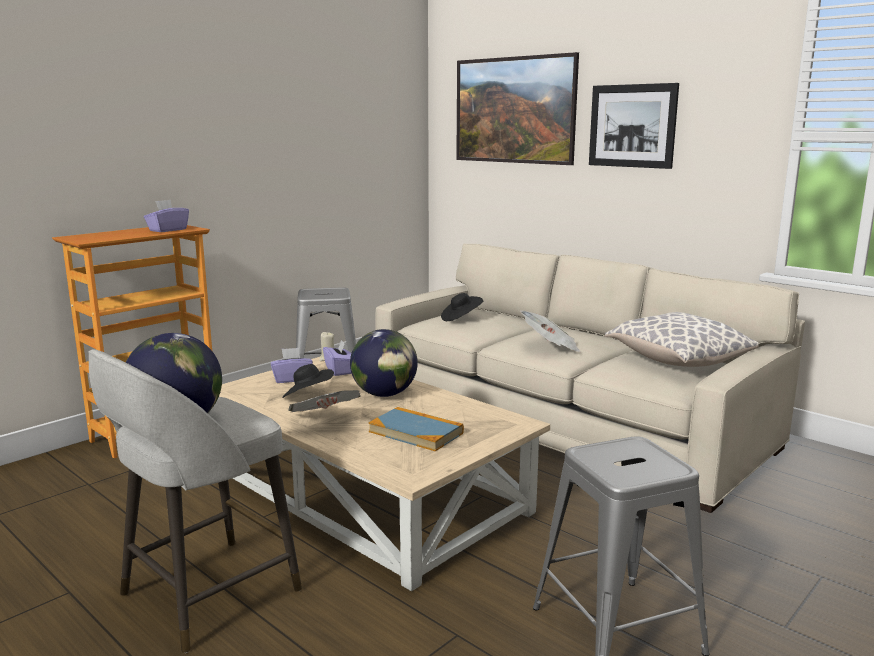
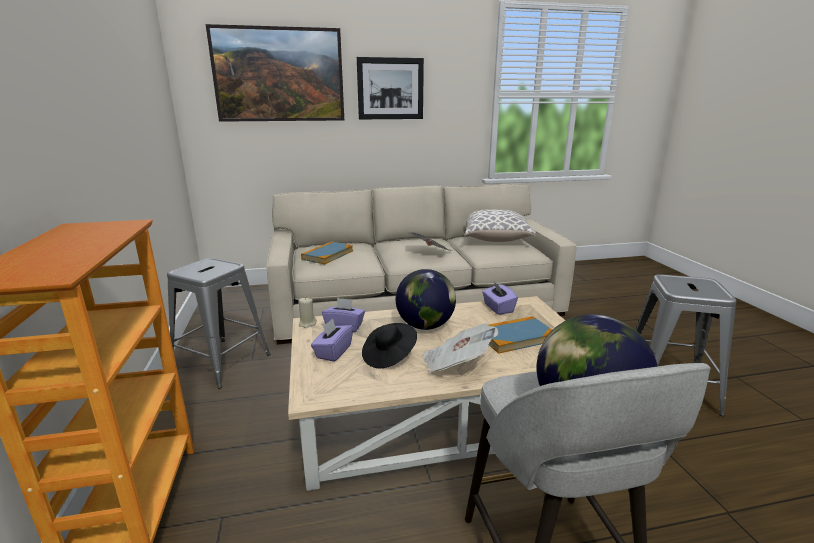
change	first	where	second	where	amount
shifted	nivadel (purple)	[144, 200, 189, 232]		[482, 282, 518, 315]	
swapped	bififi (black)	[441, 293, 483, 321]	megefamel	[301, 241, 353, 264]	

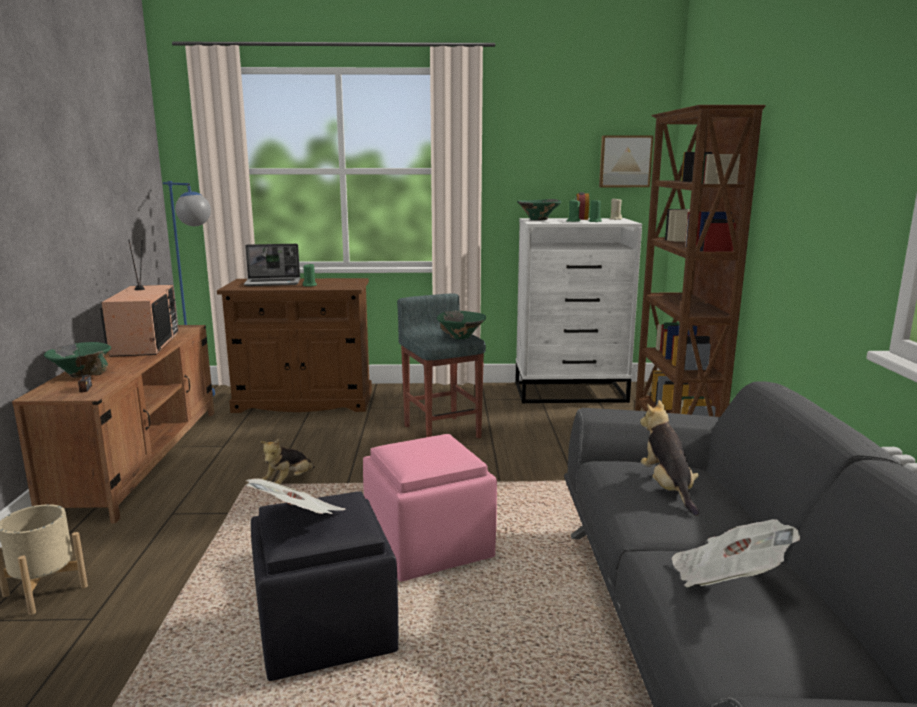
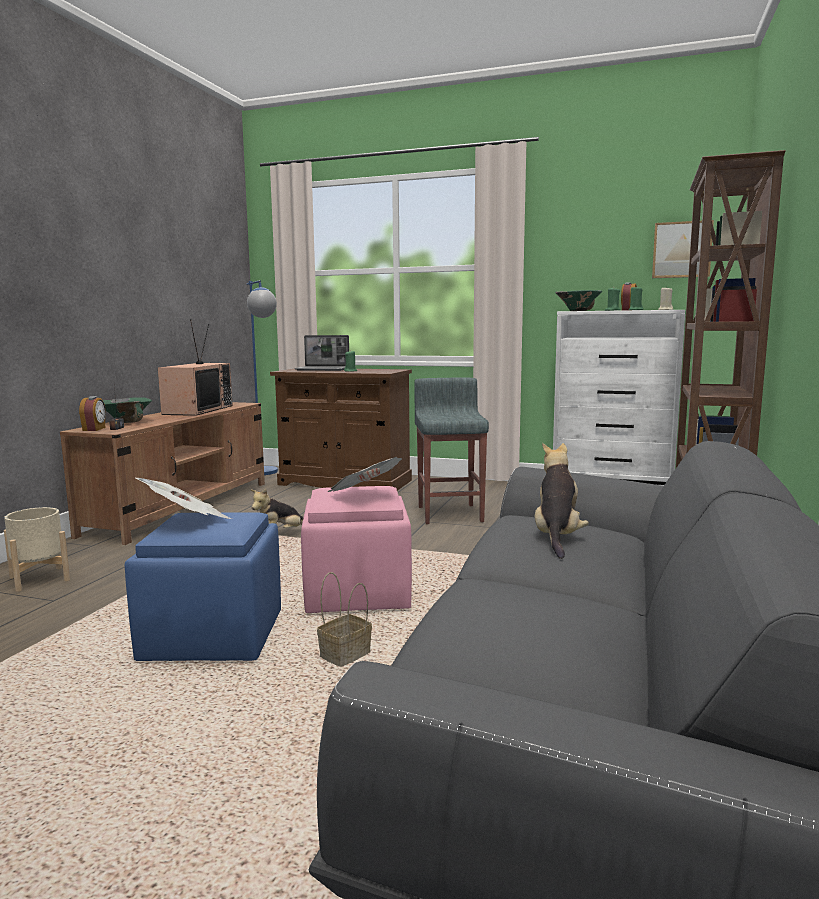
change	first	where	second	where	amount
gone	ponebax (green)	[437, 310, 486, 339]			
repainted	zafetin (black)	[251, 491, 398, 681]	zafetin (blue)	[125, 512, 281, 661]	
shifted	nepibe	[671, 519, 800, 587]		[327, 457, 402, 492]	
new			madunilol	[79, 396, 106, 431]	
new			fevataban	[317, 572, 372, 667]	

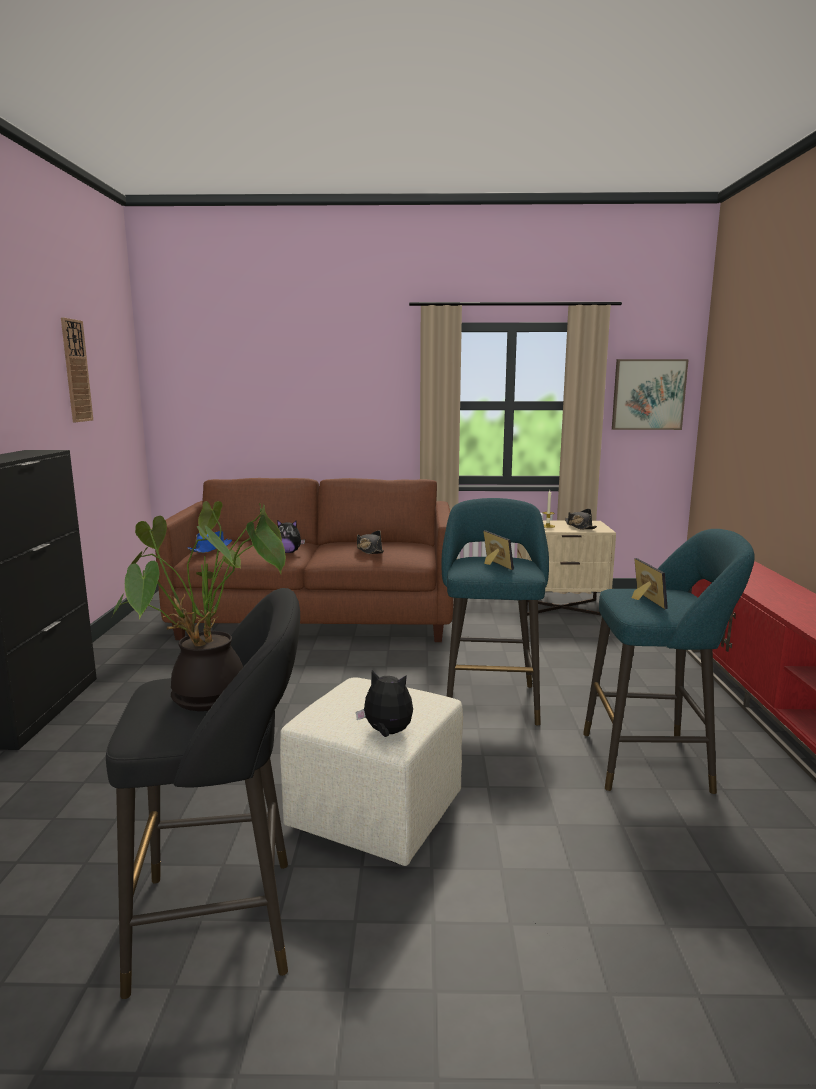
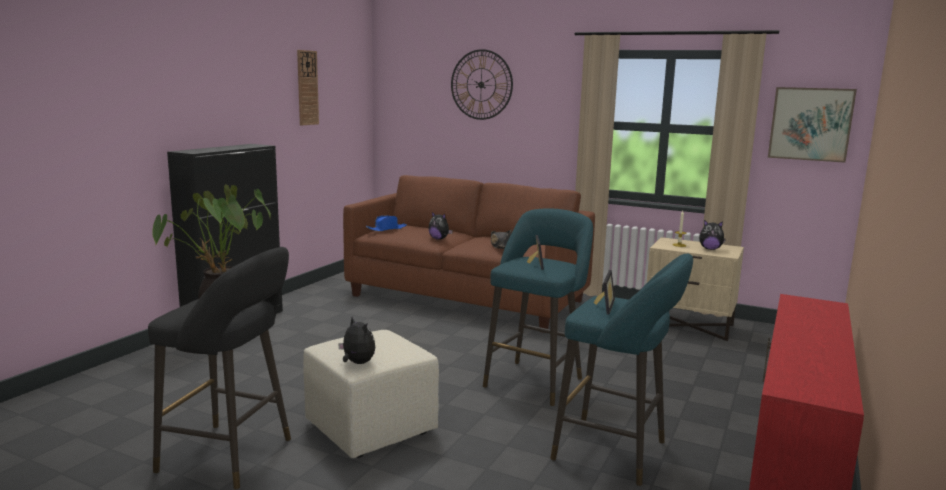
change	first	where	second	where	amount
swapped	bififi (black)	[565, 509, 597, 530]	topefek	[699, 220, 726, 250]	
new			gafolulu	[451, 49, 513, 120]	

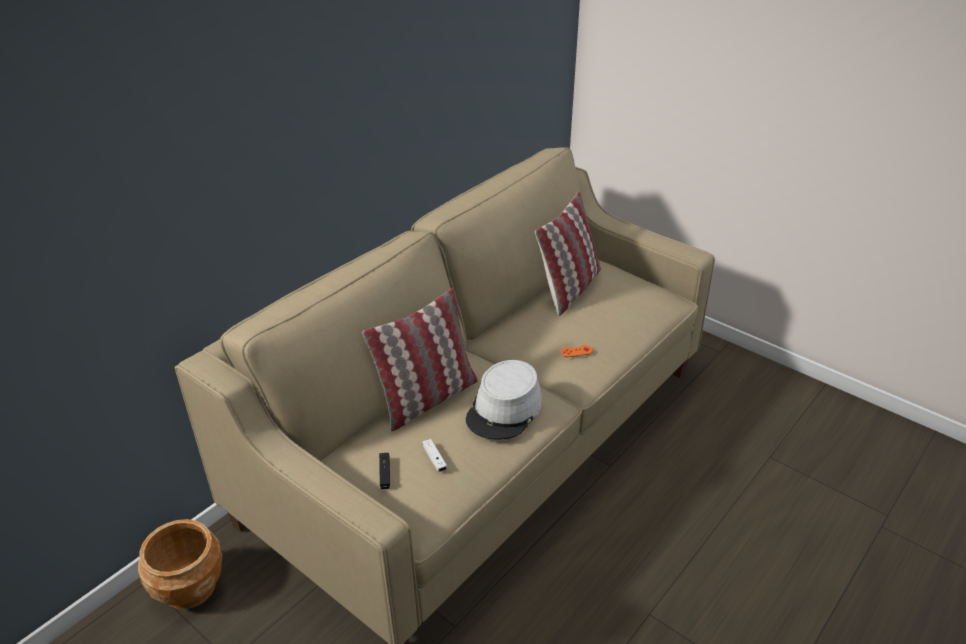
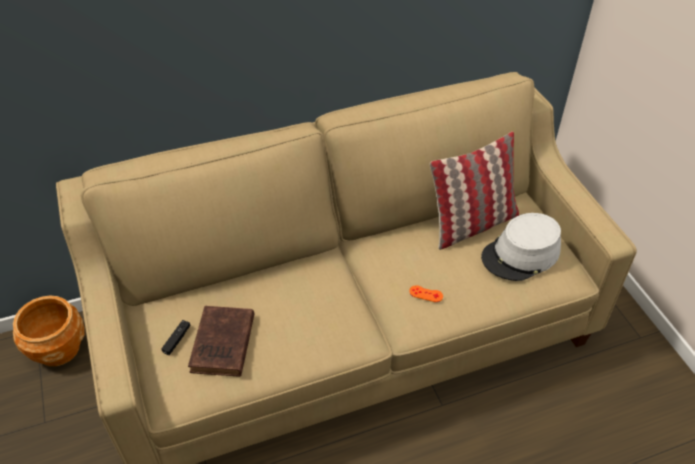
change	first	where	second	where	amount
gone	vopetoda	[362, 288, 478, 431]			
shifted	bififi (grey)	[466, 360, 542, 440]		[481, 213, 561, 281]	
swapped	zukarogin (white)	[422, 439, 447, 472]	megefamel (brown)	[188, 306, 254, 377]	

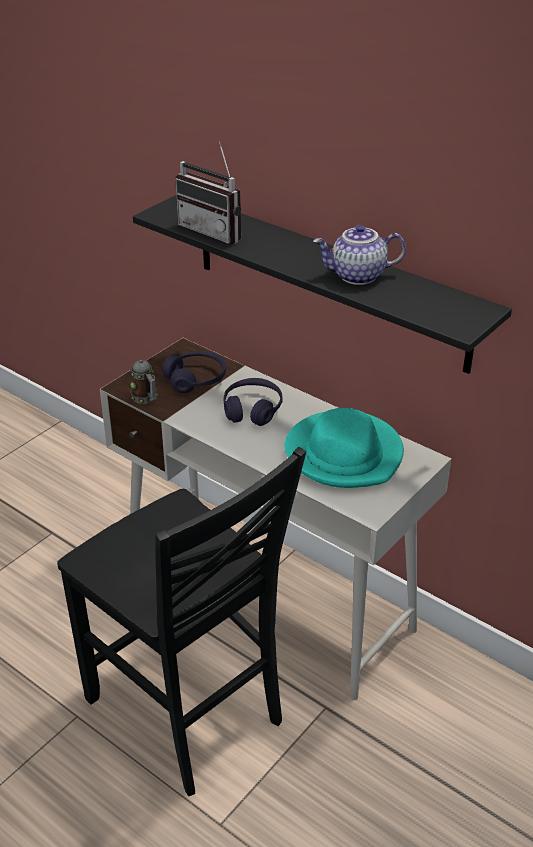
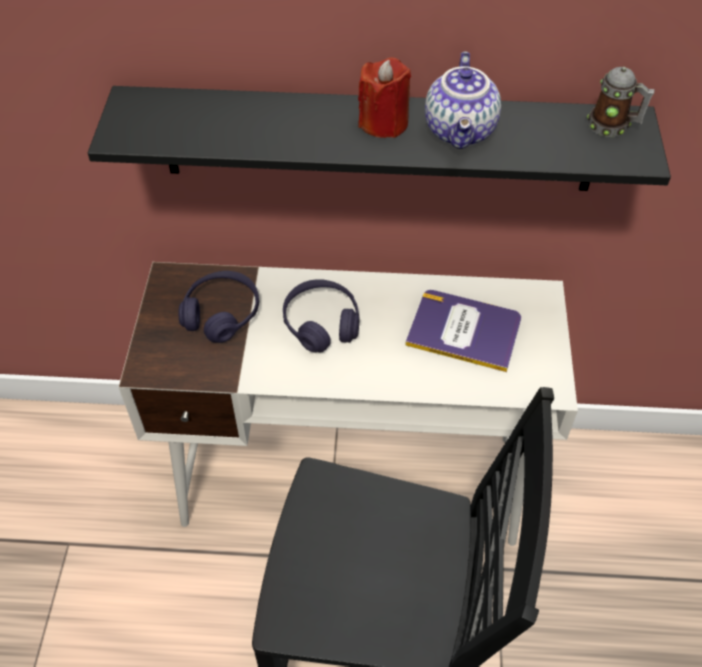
change	first	where	second	where	amount
gone	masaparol	[175, 141, 241, 244]			
rotated	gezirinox	[313, 225, 406, 285]		[425, 51, 501, 149]	45 degrees counterclockwise
shifted	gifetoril	[130, 360, 158, 404]		[587, 67, 655, 137]	
swapped	bififi (turquoise)	[285, 408, 404, 488]	megefamel	[405, 290, 521, 372]	
new			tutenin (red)	[358, 57, 411, 138]	

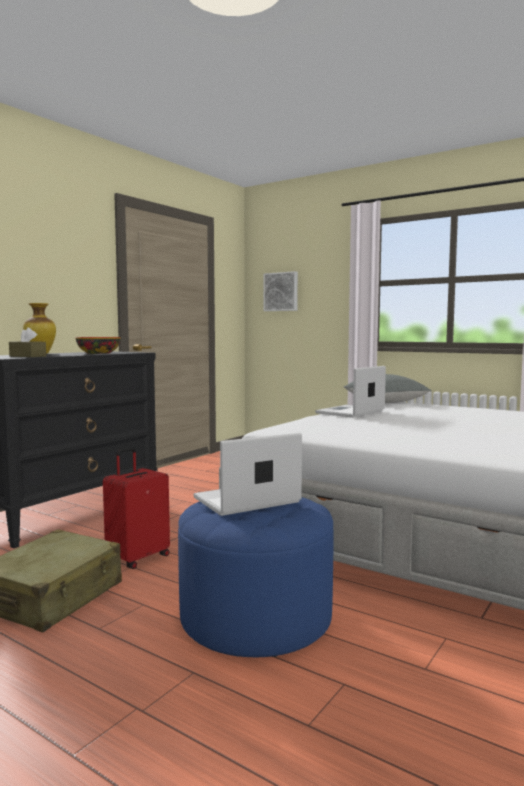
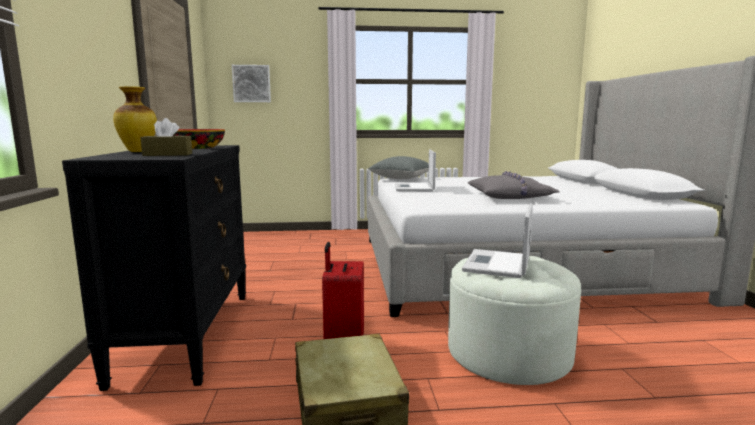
change	first	where	second	where	amount
repainted	zafetin (blue)	[178, 497, 334, 657]	zafetin (white)	[448, 256, 581, 385]	
new			vopetoda (grey)	[467, 171, 560, 199]	

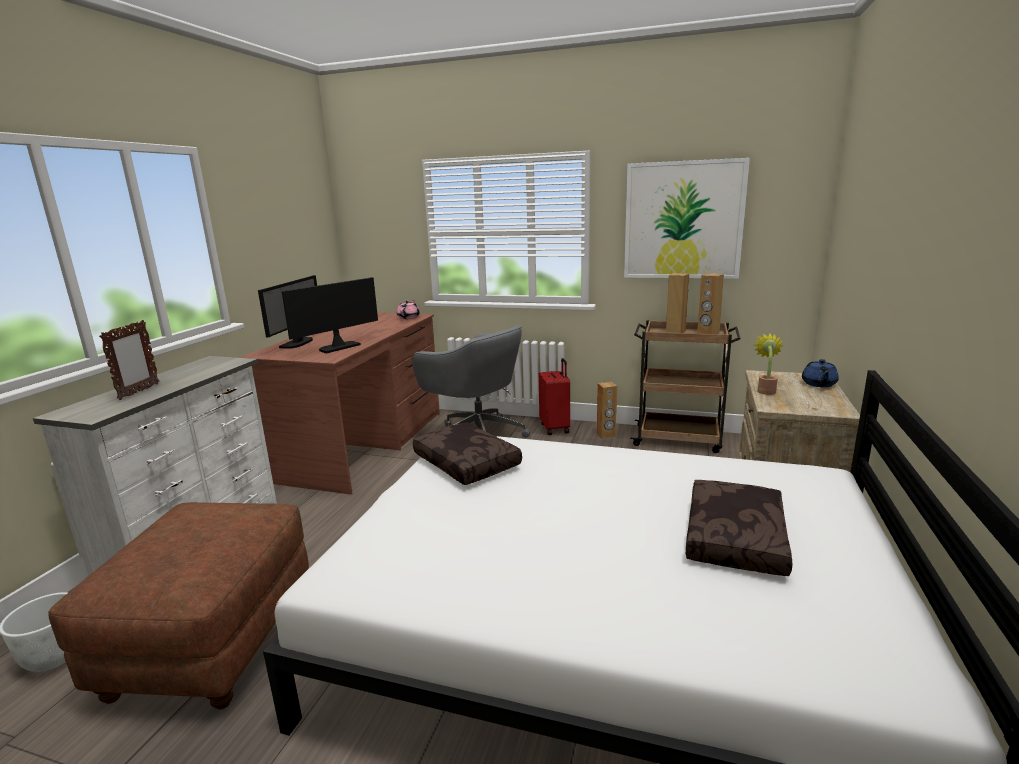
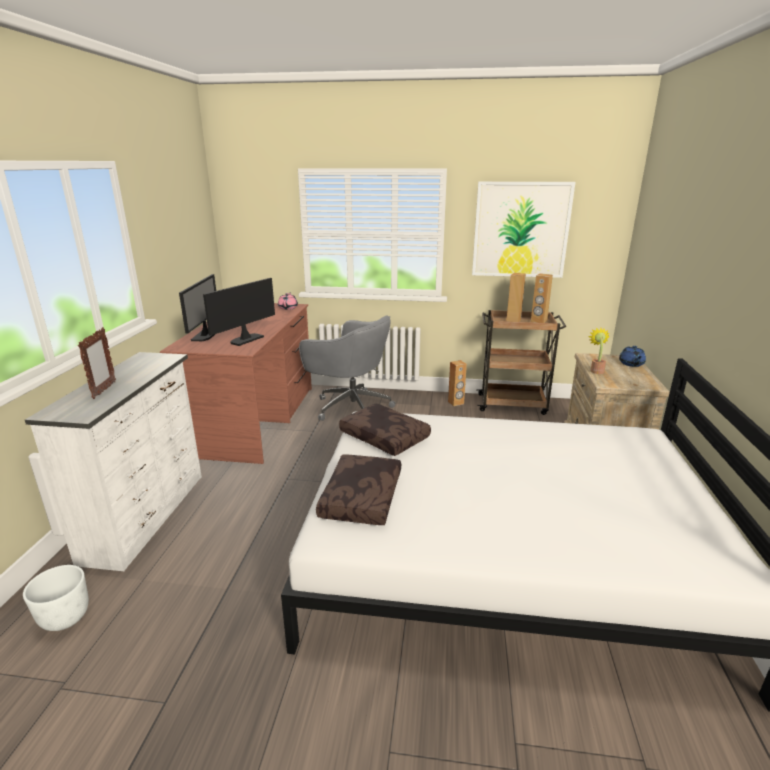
change	first	where	second	where	amount
gone	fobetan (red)	[539, 358, 570, 435]			
shifted	vopetoda (brown)	[686, 480, 793, 576]		[316, 455, 401, 525]	
gone	zafetin (brown)	[48, 502, 309, 709]			

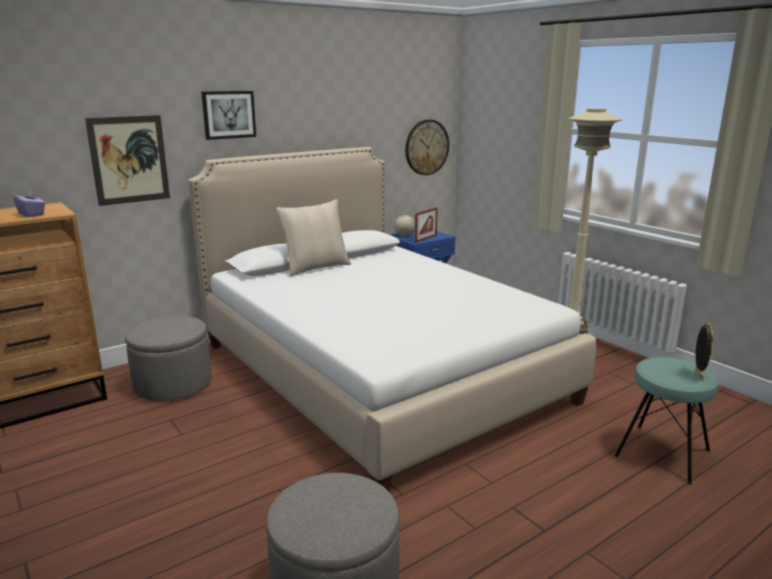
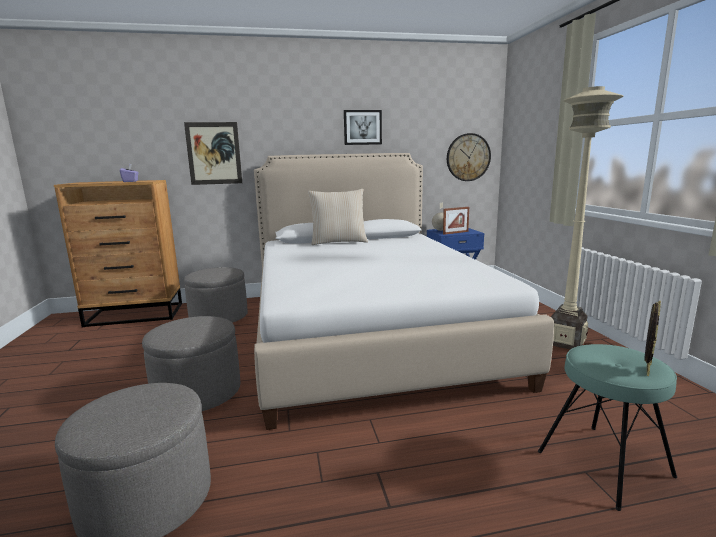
change	first	where	second	where	amount
shifted	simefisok	[201, 91, 256, 140]		[344, 110, 382, 145]	
new			zafetin (grey)	[142, 316, 240, 411]	

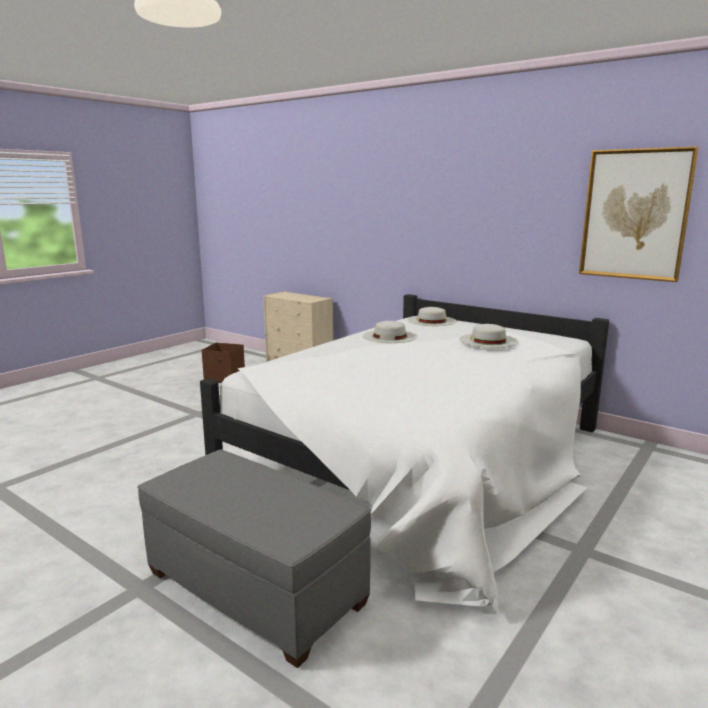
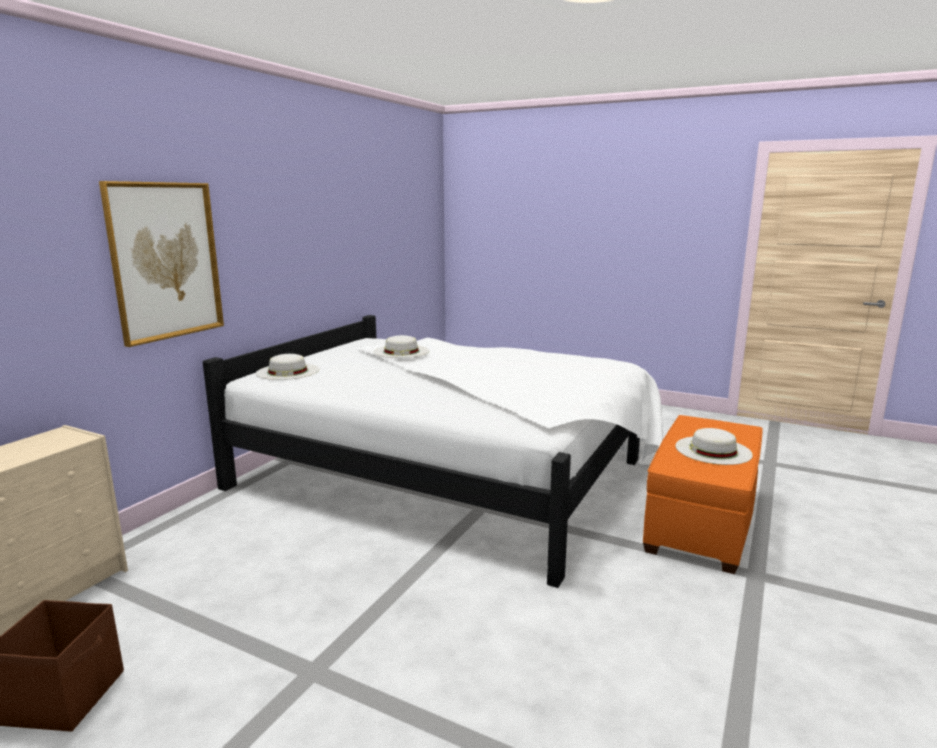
change	first	where	second	where	amount
shifted	simefisok	[579, 146, 699, 282]		[99, 181, 224, 347]	
shifted	bififi (white)	[363, 321, 417, 343]		[676, 428, 753, 465]	
repainted	zafetin (grey)	[137, 449, 371, 668]	zafetin (orange)	[643, 415, 763, 574]	

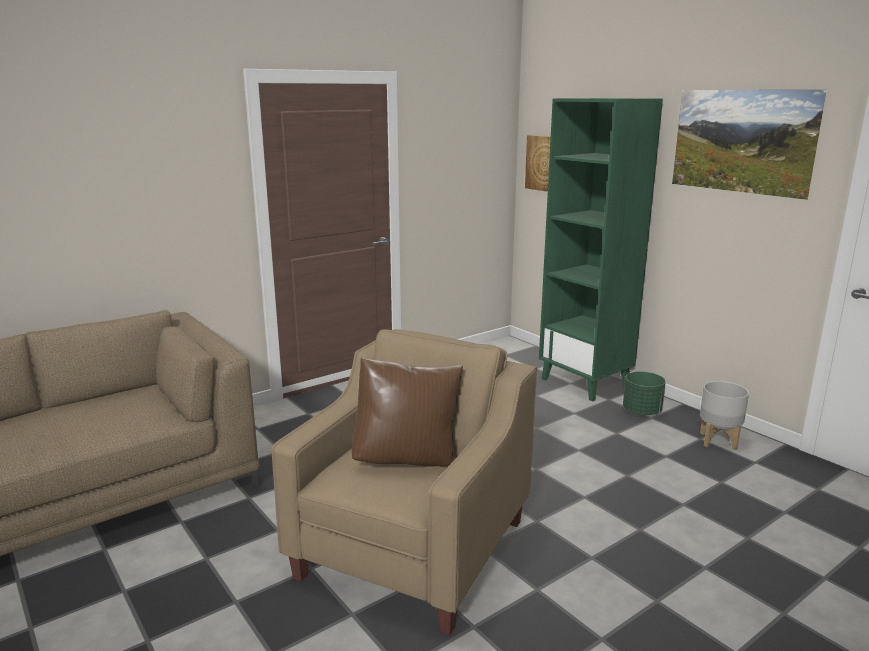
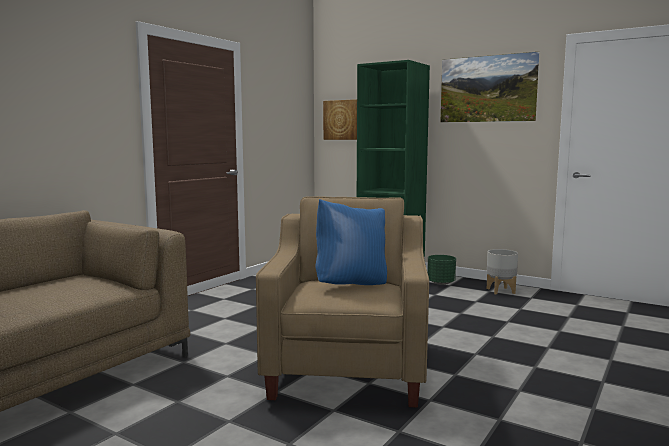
change	first	where	second	where	amount
repainted	vopetoda (brown)	[352, 357, 463, 466]	vopetoda (blue)	[315, 199, 387, 285]	

